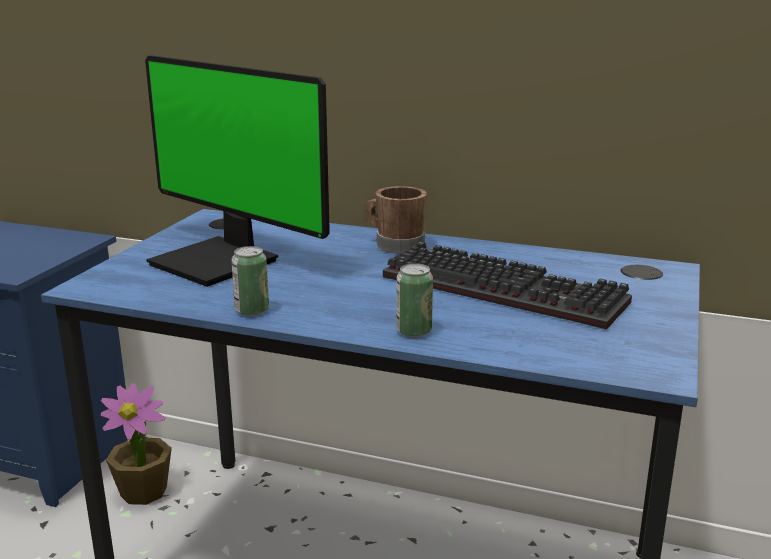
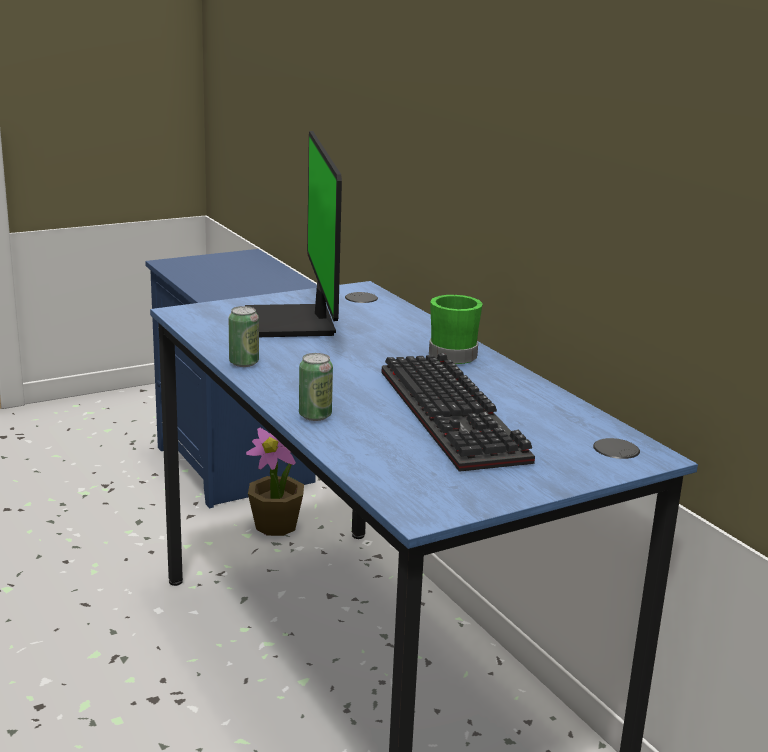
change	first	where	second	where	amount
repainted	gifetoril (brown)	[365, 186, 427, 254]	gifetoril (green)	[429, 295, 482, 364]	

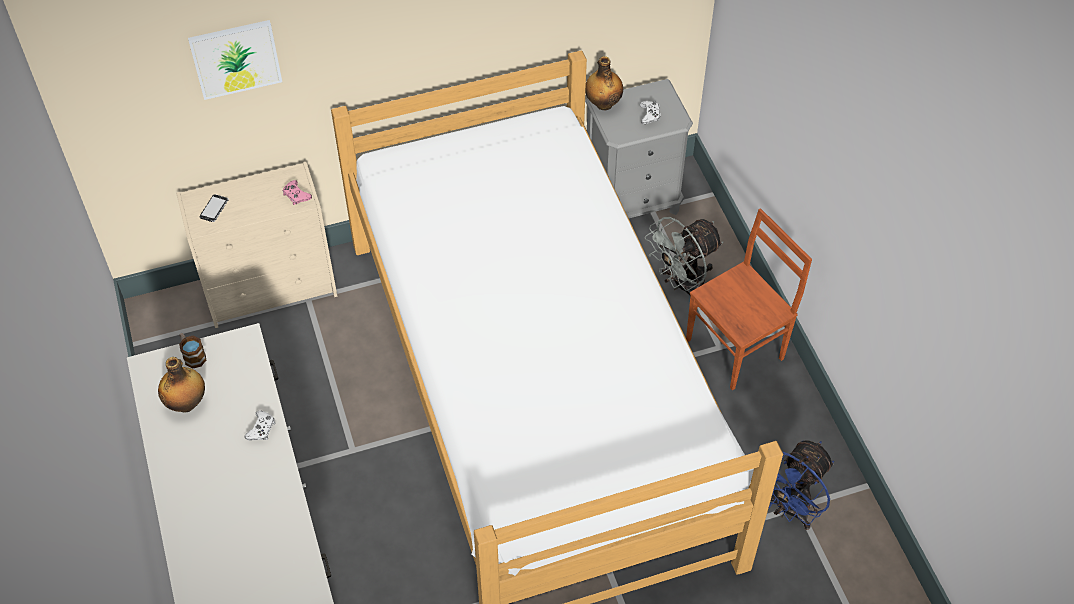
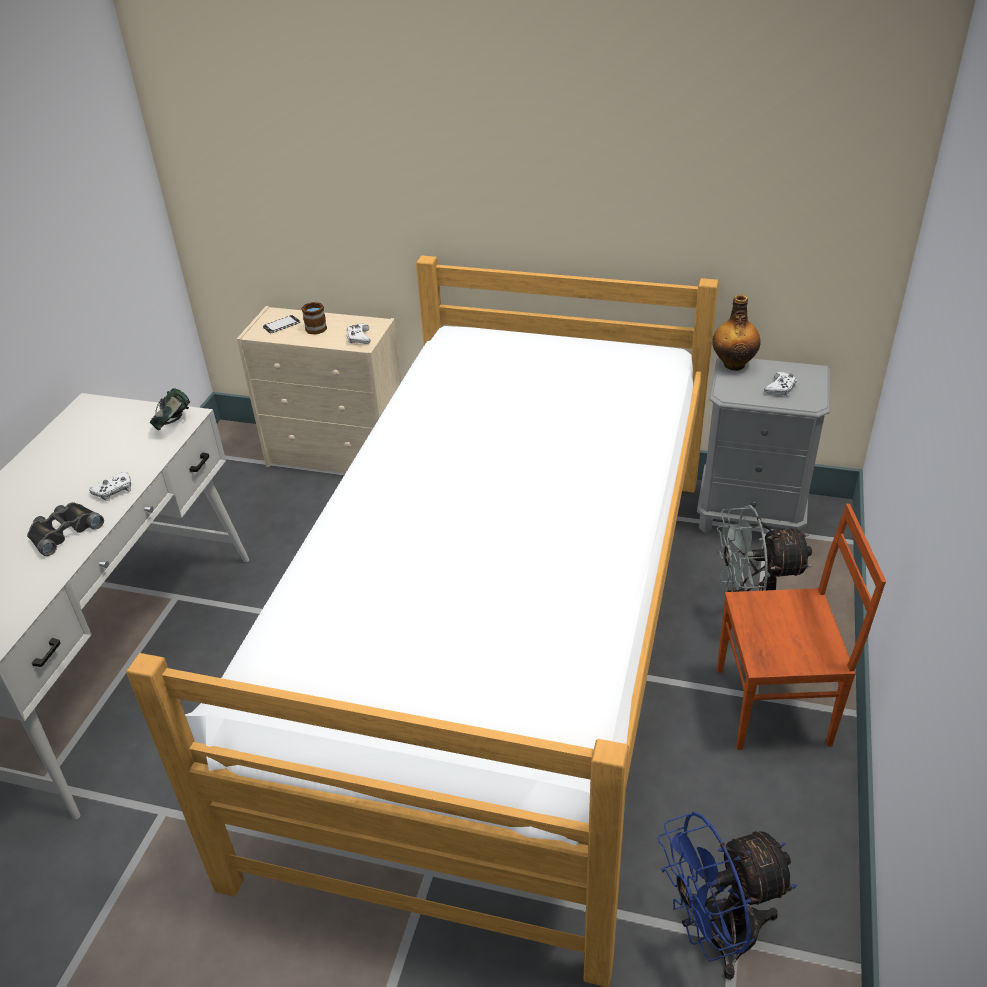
change	first	where	second	where	amount
gone	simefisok	[188, 20, 282, 100]			
repainted	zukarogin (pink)	[282, 180, 312, 205]	zukarogin (white)	[346, 324, 371, 344]	
shifted	gifetoril	[179, 333, 206, 369]		[301, 300, 327, 335]	
gone	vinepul	[158, 357, 205, 412]			
new			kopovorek	[150, 388, 190, 430]	
new			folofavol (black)	[27, 502, 104, 556]	

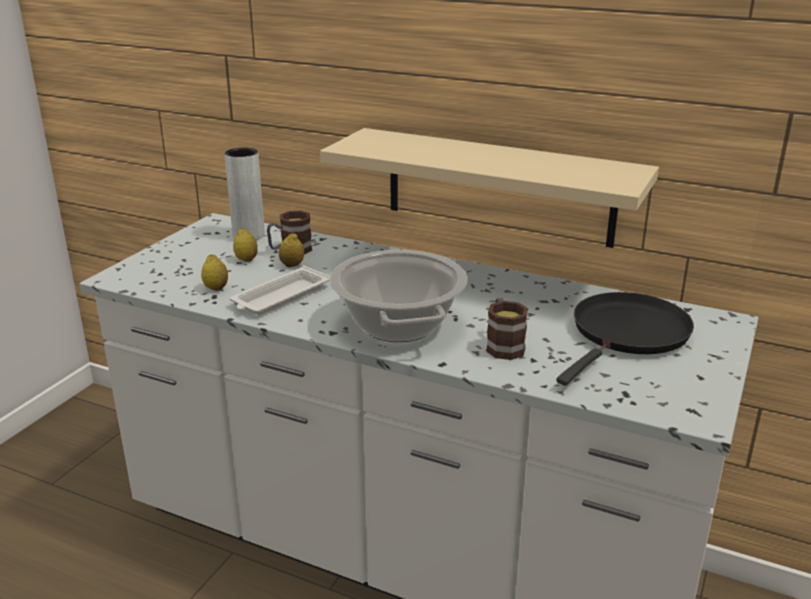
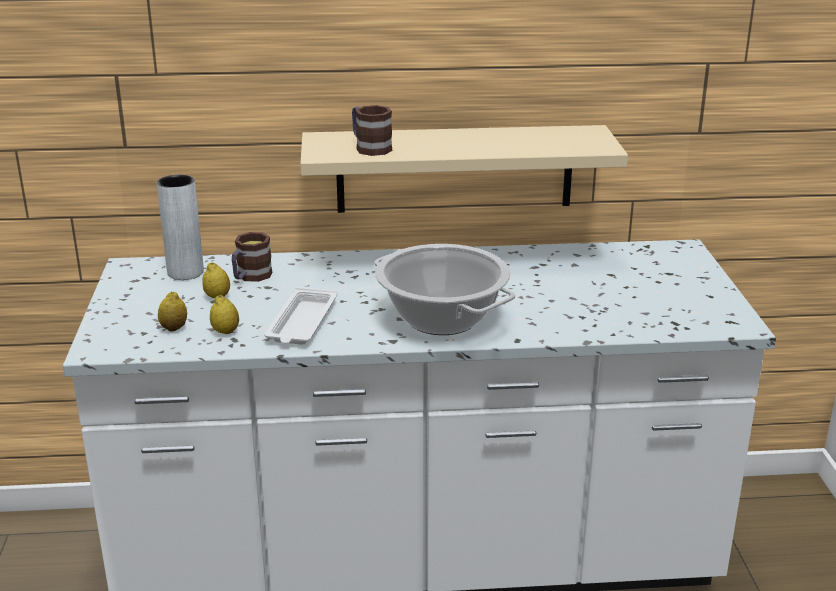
change	first	where	second	where	amount
shifted	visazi	[279, 233, 304, 267]		[158, 291, 187, 332]	
gone	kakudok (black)	[556, 292, 694, 386]			
shifted	gifetoril	[486, 298, 528, 360]		[352, 105, 393, 156]	

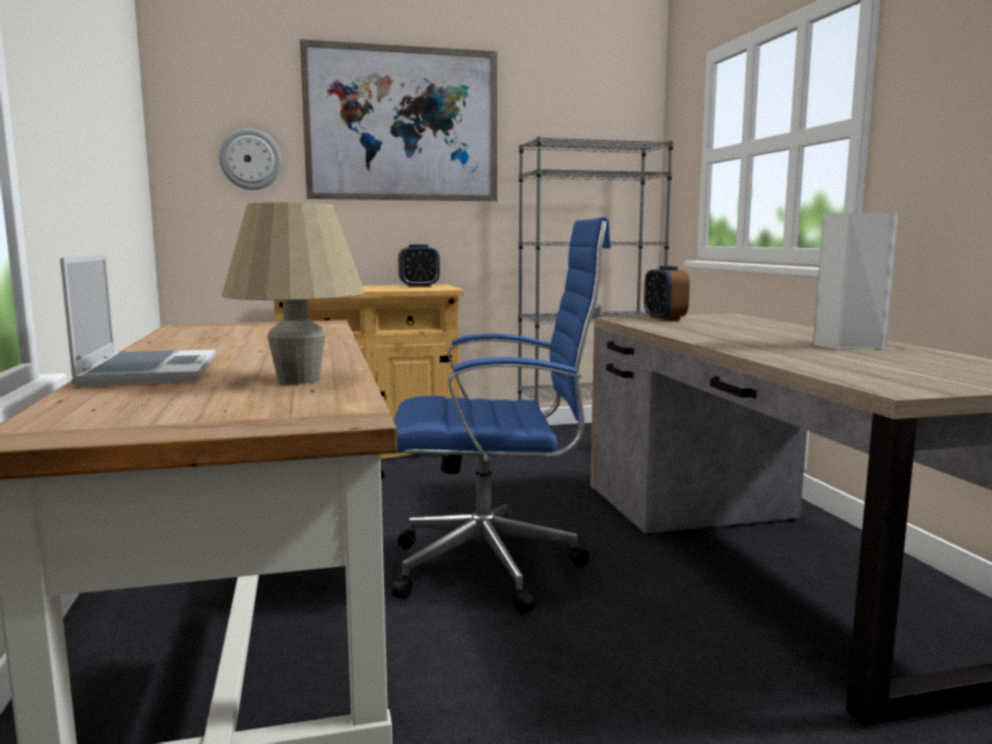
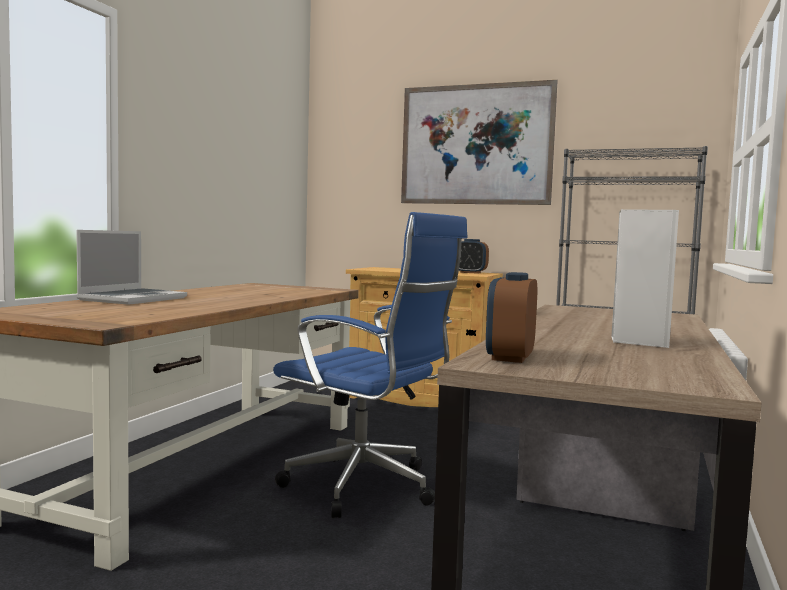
change	first	where	second	where	amount
gone	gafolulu	[219, 128, 282, 190]			
gone	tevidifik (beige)	[222, 202, 365, 384]			
shifted	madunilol	[644, 266, 690, 321]		[486, 272, 537, 363]	

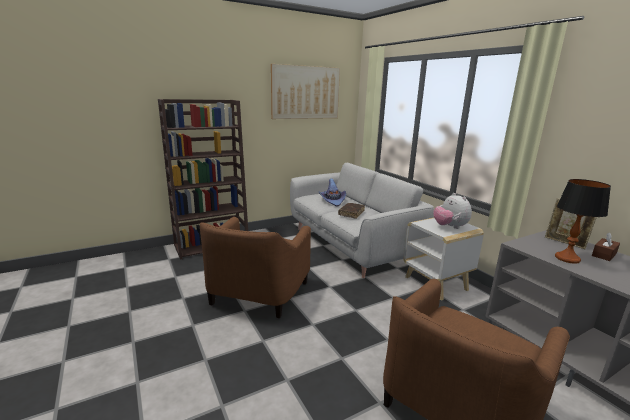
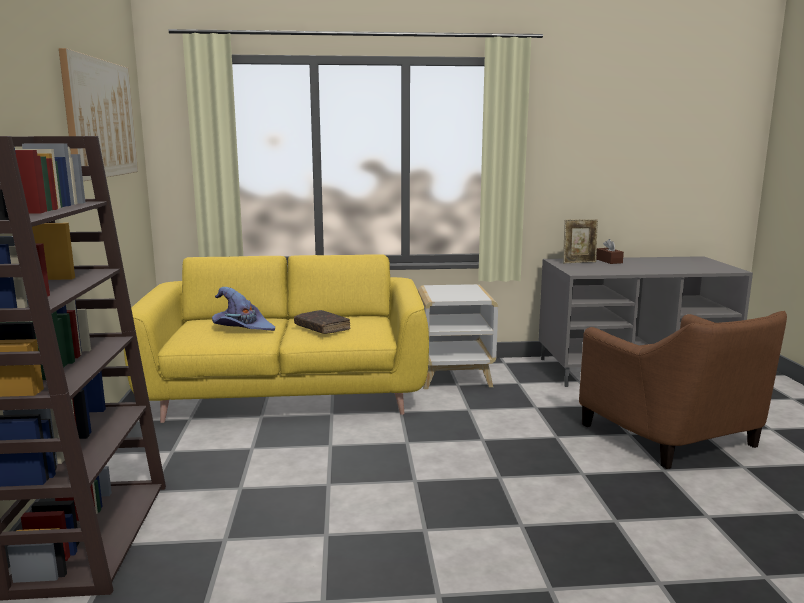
change	first	where	second	where	amount
repainted	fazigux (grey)	[290, 163, 434, 278]	fazigux (yellow)	[124, 254, 429, 423]	
gone	tevidifik	[555, 179, 611, 264]			
gone	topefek	[433, 193, 472, 229]			
gone	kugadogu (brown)	[200, 217, 311, 318]			

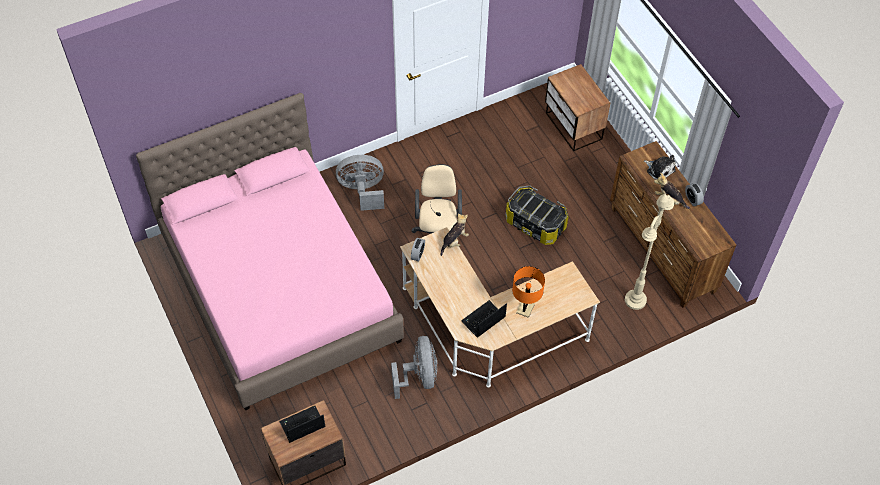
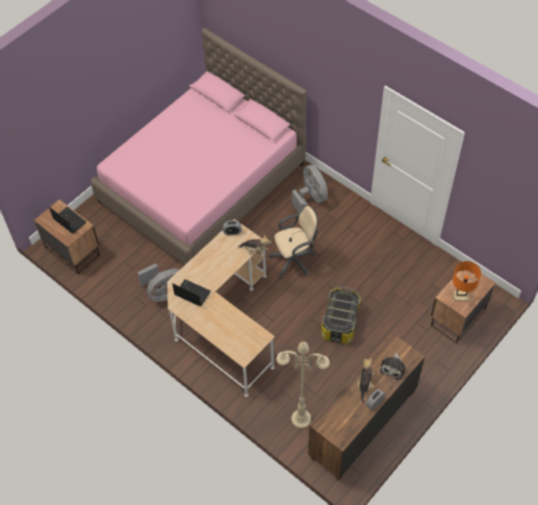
change	first	where	second	where	amount
shifted	tevidifik (orange)	[512, 266, 545, 318]		[453, 261, 481, 301]	

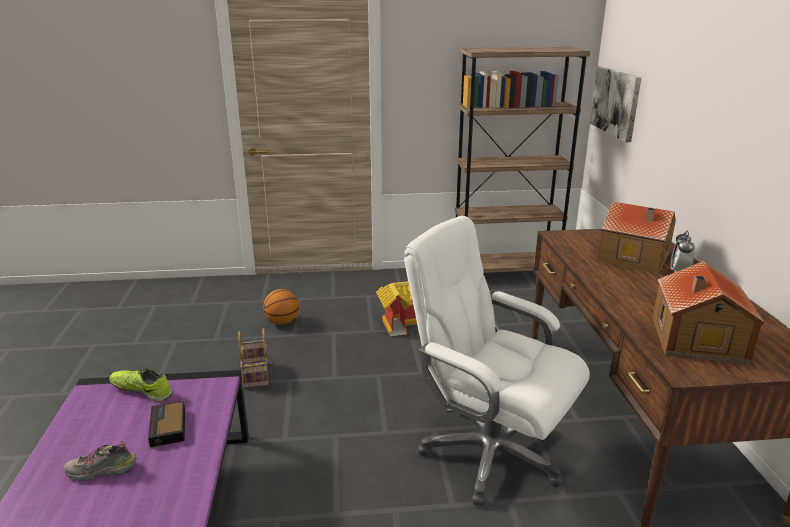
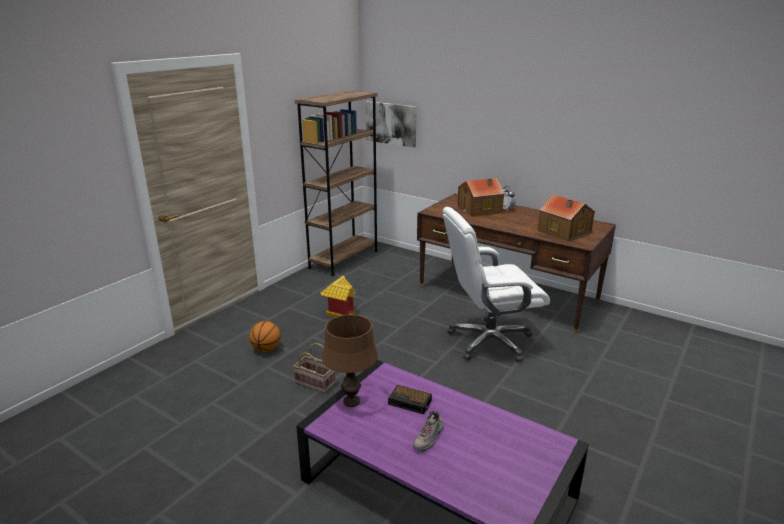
change	first	where	second	where	amount
swapped	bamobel	[109, 368, 172, 402]	tevidifik (brown)	[322, 315, 378, 407]	

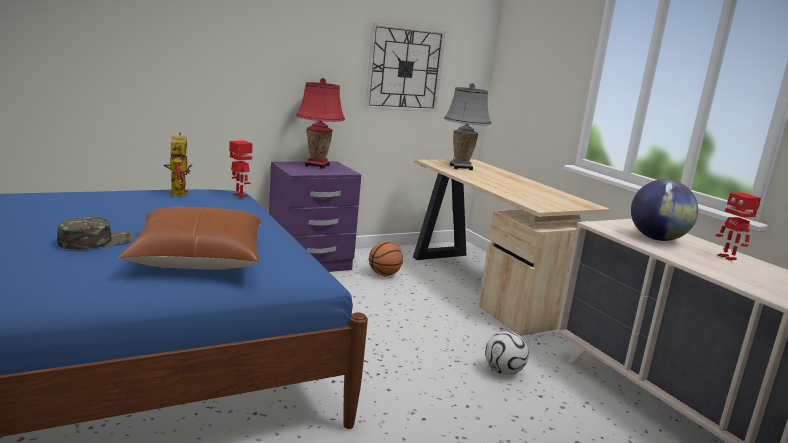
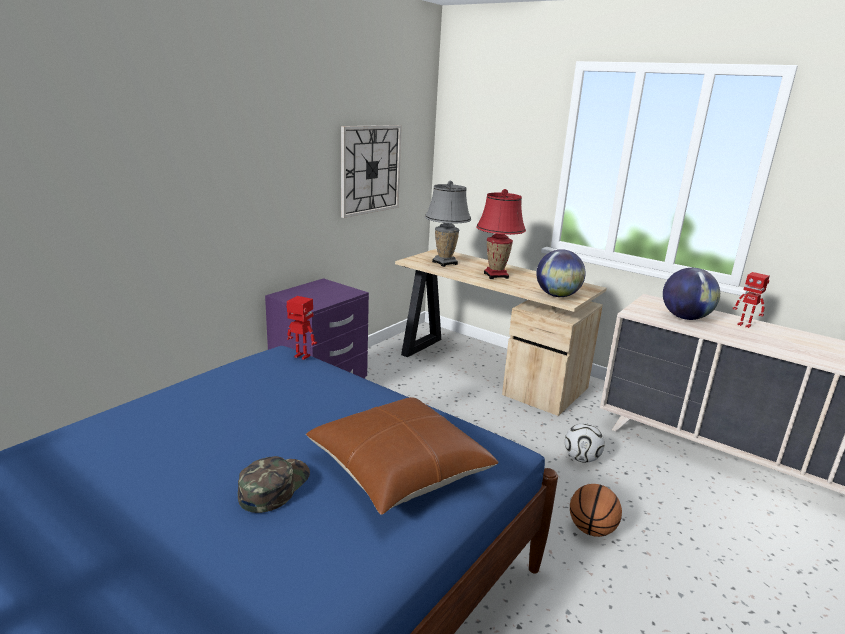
change	first	where	second	where	amount
shifted	tevidifik (red)	[296, 78, 345, 169]		[476, 189, 526, 279]	
gone	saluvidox	[164, 132, 192, 196]			
shifted	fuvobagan	[369, 242, 403, 276]		[570, 484, 622, 537]	
new			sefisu	[536, 249, 586, 297]	

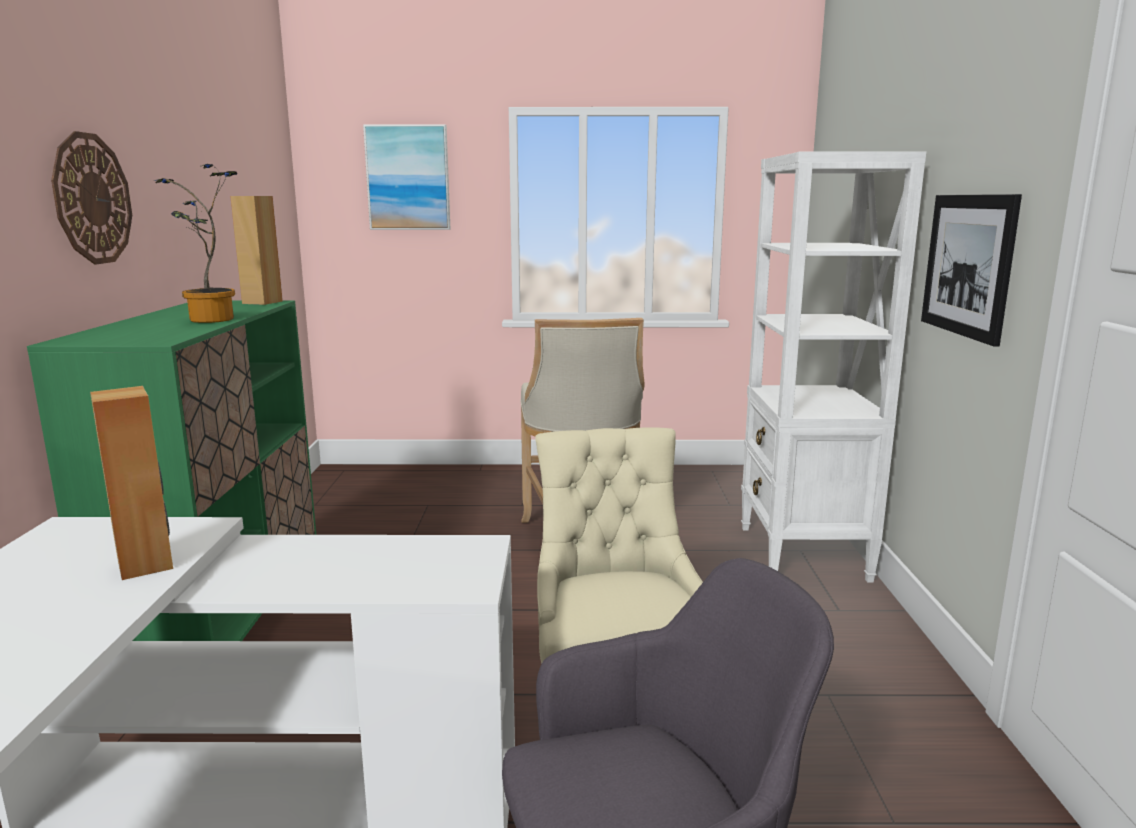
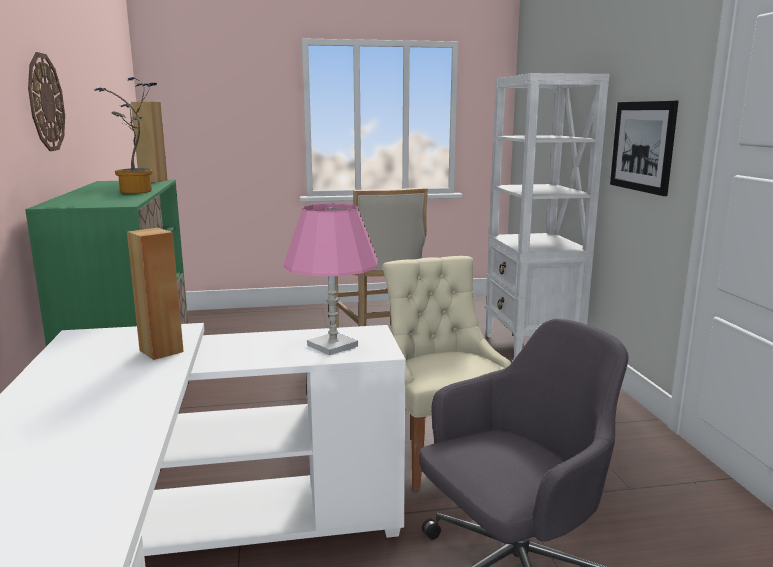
change	first	where	second	where	amount
gone	simefisok	[363, 124, 451, 230]			
new			tevidifik (pink)	[283, 204, 378, 355]	

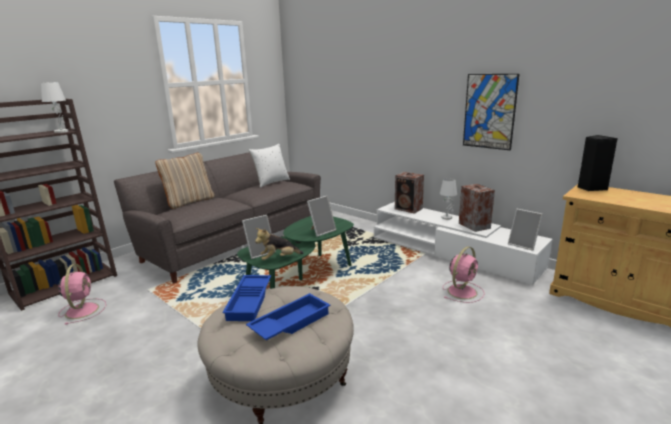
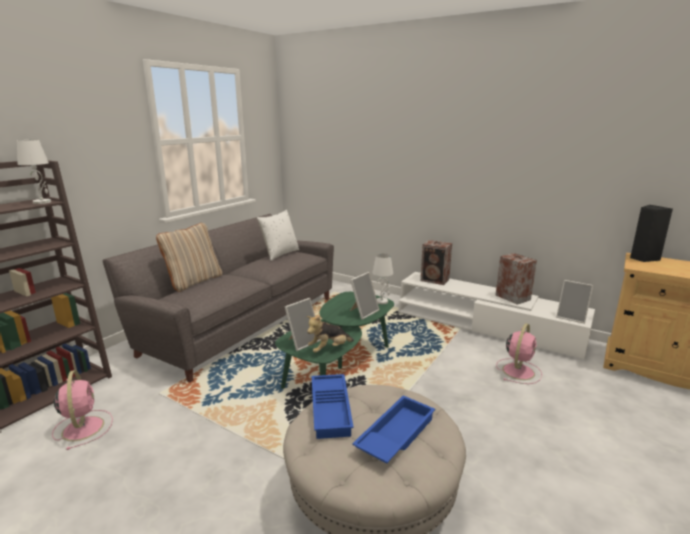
change	first	where	second	where	amount
gone	simefisok	[463, 74, 519, 151]			
shifted	tevidifik (white)	[440, 178, 457, 220]		[372, 253, 393, 304]	

